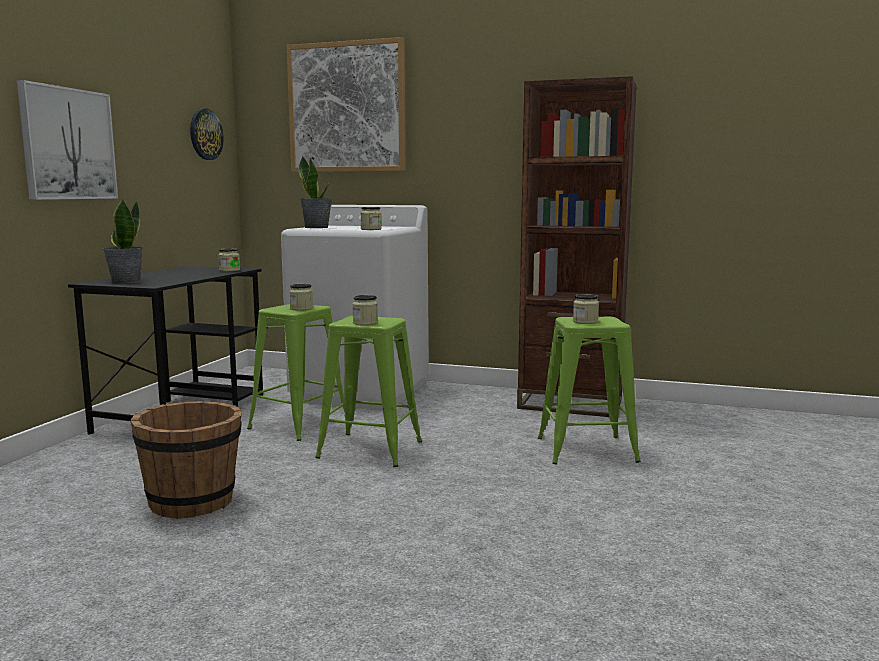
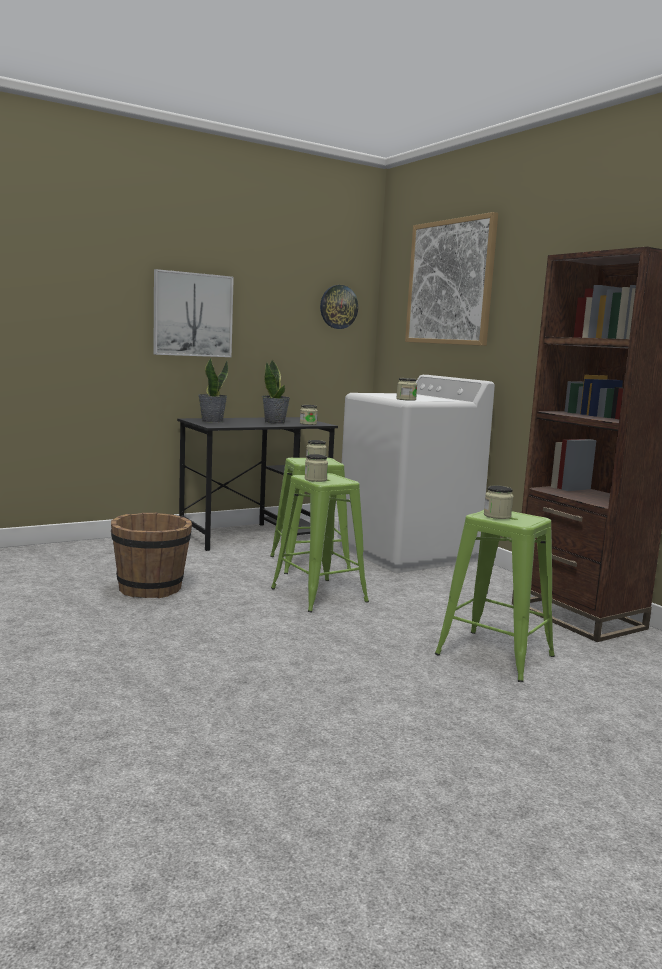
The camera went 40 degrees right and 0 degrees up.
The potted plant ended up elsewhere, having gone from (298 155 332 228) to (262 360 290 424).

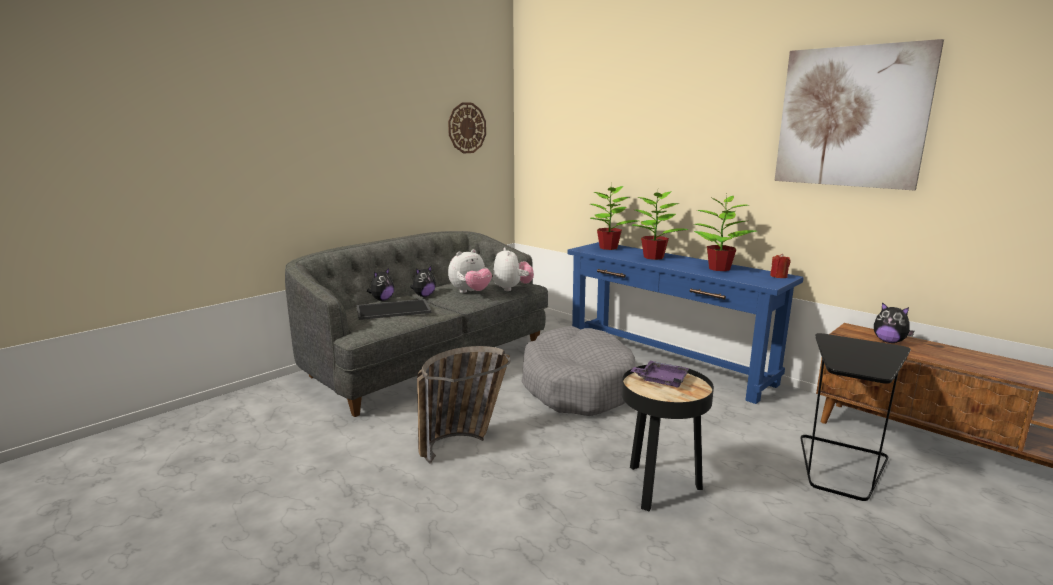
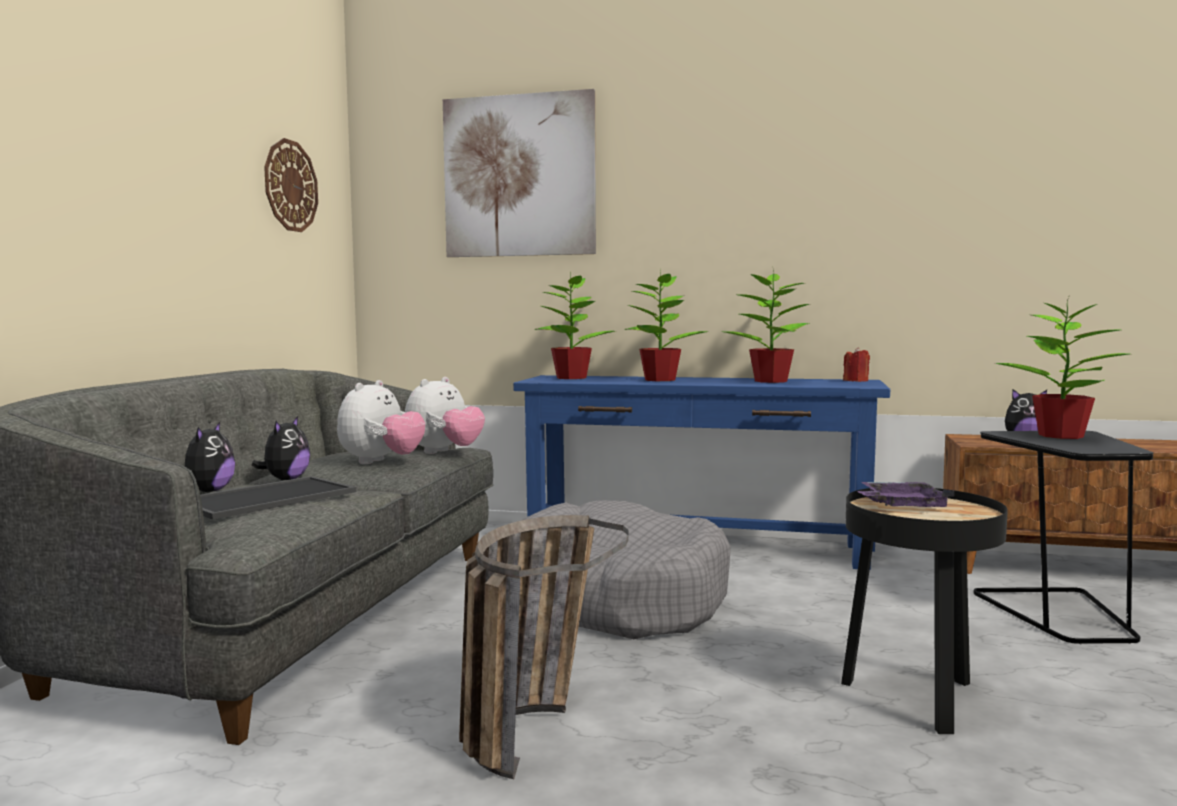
The camera went 30 degrees left and 10 degrees down.
The second view gained the potted plant at (995 295 1129 439).
The picture ended up elsewhere, having gone from (774 39 944 190) to (443 89 596 257).
The plush toy at (493 247 534 291) ended up facing another way, 75 degrees clockwise from before.

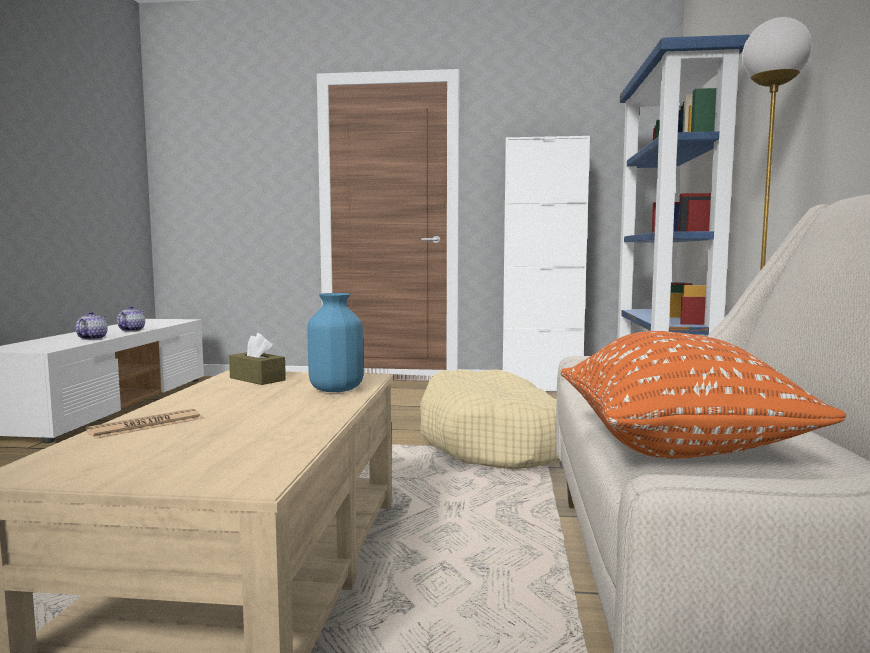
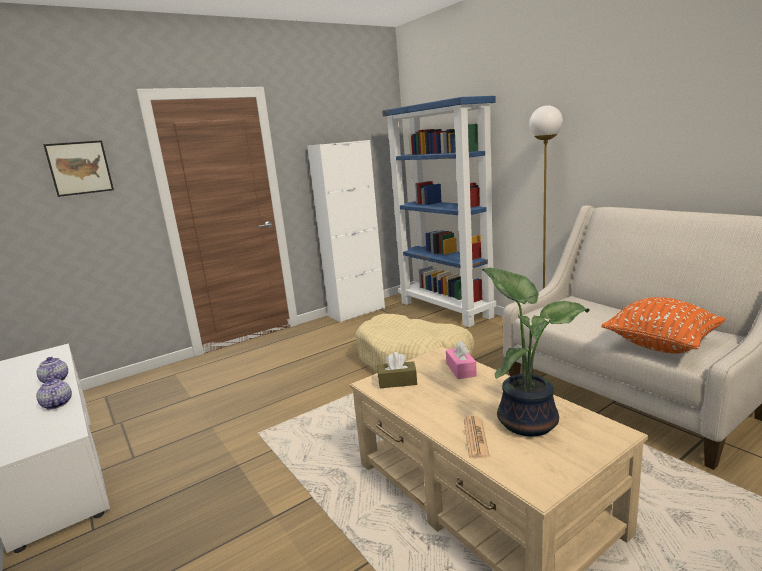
The camera went 40 degrees left and 10 degrees up.
The second view gained the picture at (43 140 114 197).
The second view gained the potted plant at (482 268 590 437).
Where the vase/blue stood at (308 293 363 392), the tissue box/pink came to stand at (446 341 477 379).

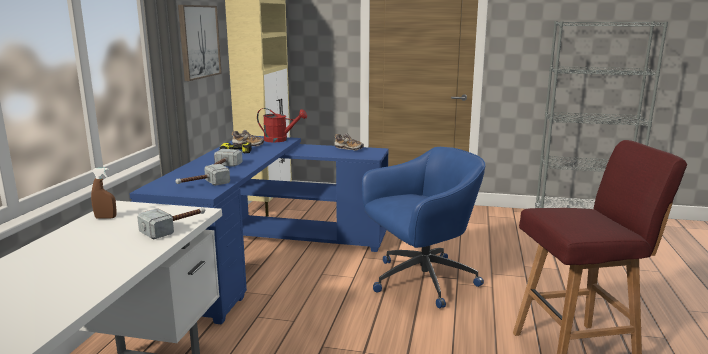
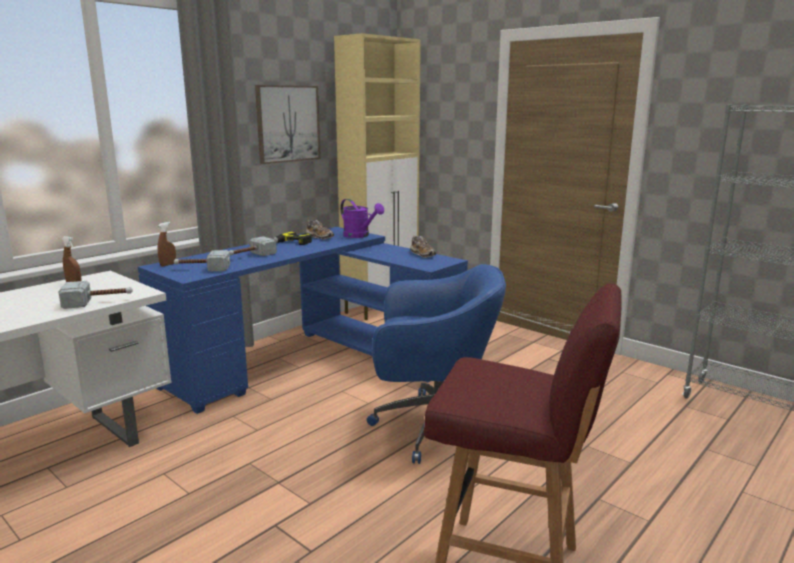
The camera went 30 degrees right and 0 degrees up.
The second view gained the spray bottle/brown at (158 222 176 266).
What was the watering can/red at (257 108 307 142) turned into the watering can/purple at (340 199 384 238).

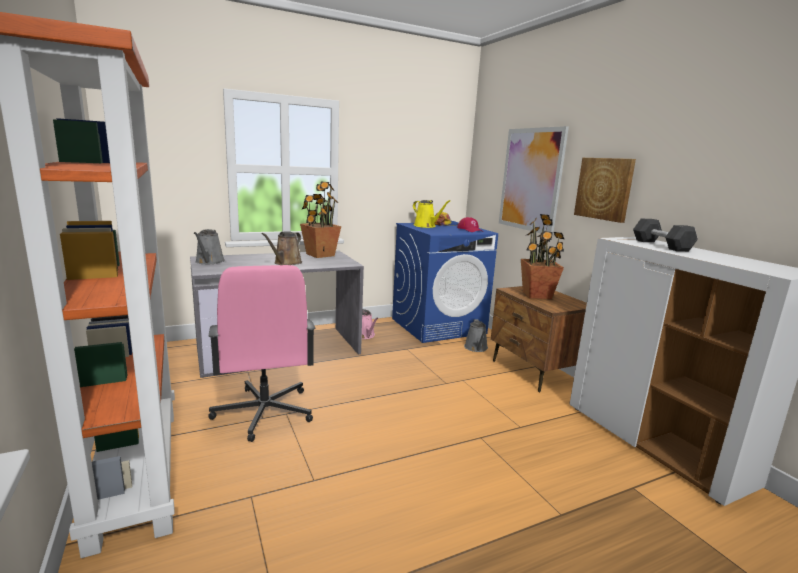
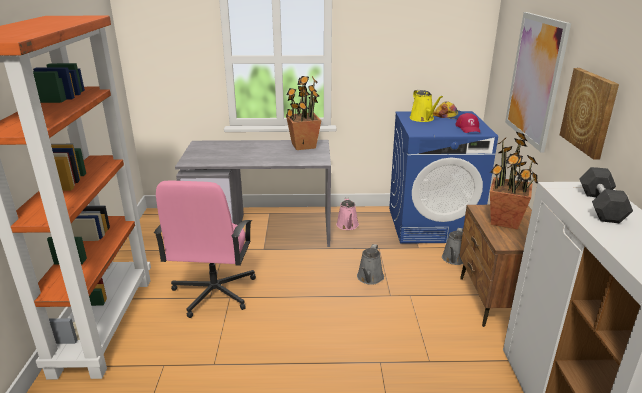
The camera went 25 degrees right and 10 degrees up.
The second view lost the watering can/brown at (262 231 302 265).
The watering can/grey ended up elsewhere, having gone from (194 229 225 264) to (357 244 384 285).

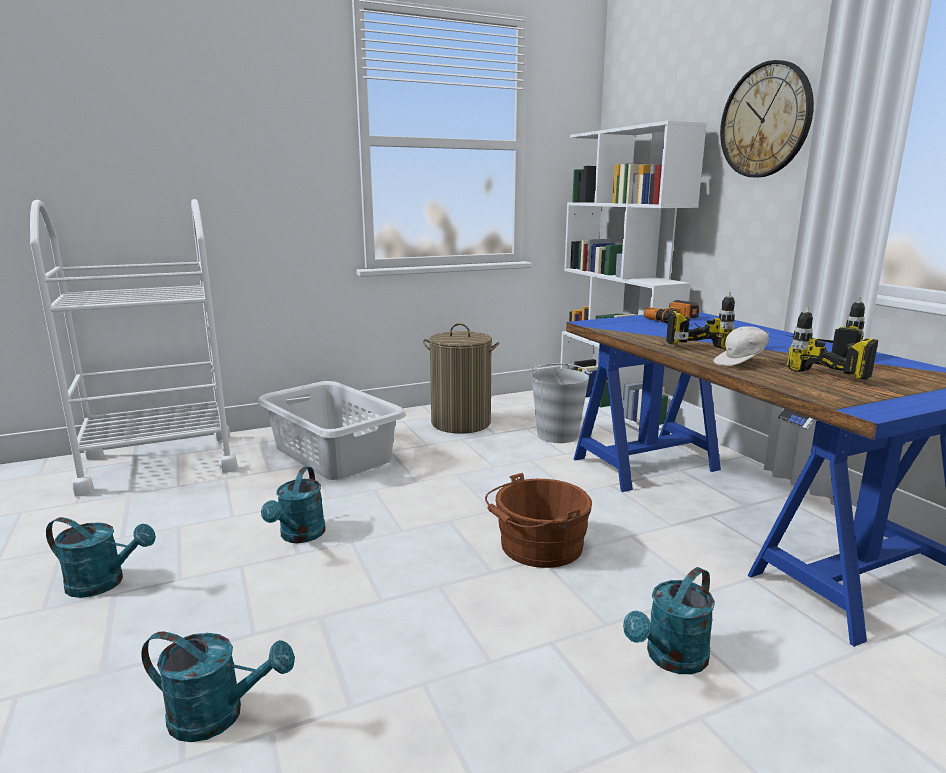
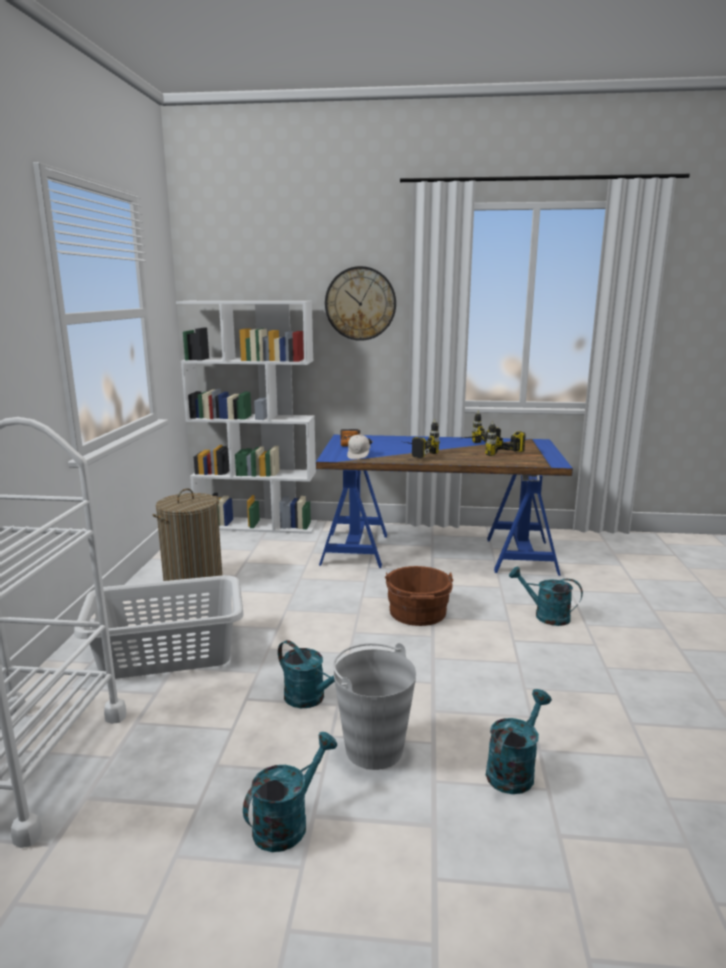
The camera went 60 degrees left and 0 degrees up.
The bucket/grey ended up elsewhere, having gone from (529 363 593 443) to (333 643 417 770).
The cap/white ended up elsewhere, having gone from (714 326 769 366) to (347 434 370 459).
The watering can/turquoise at (623 567 715 674) ended up facing another way, 135 degrees clockwise from before.

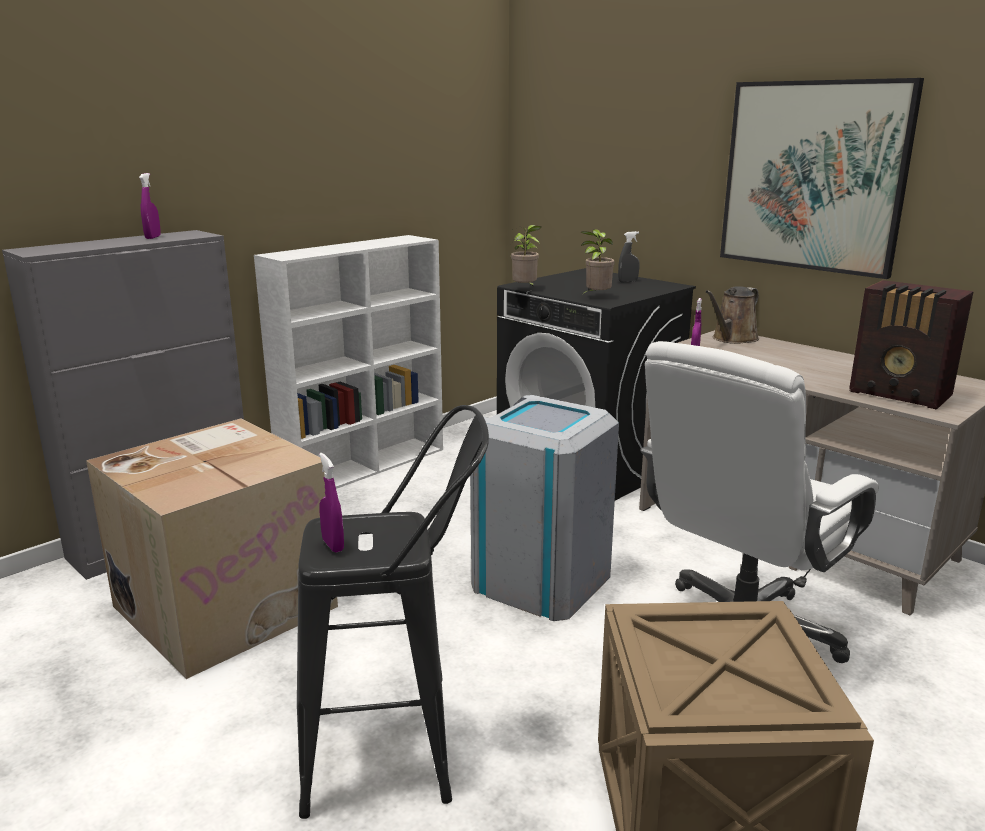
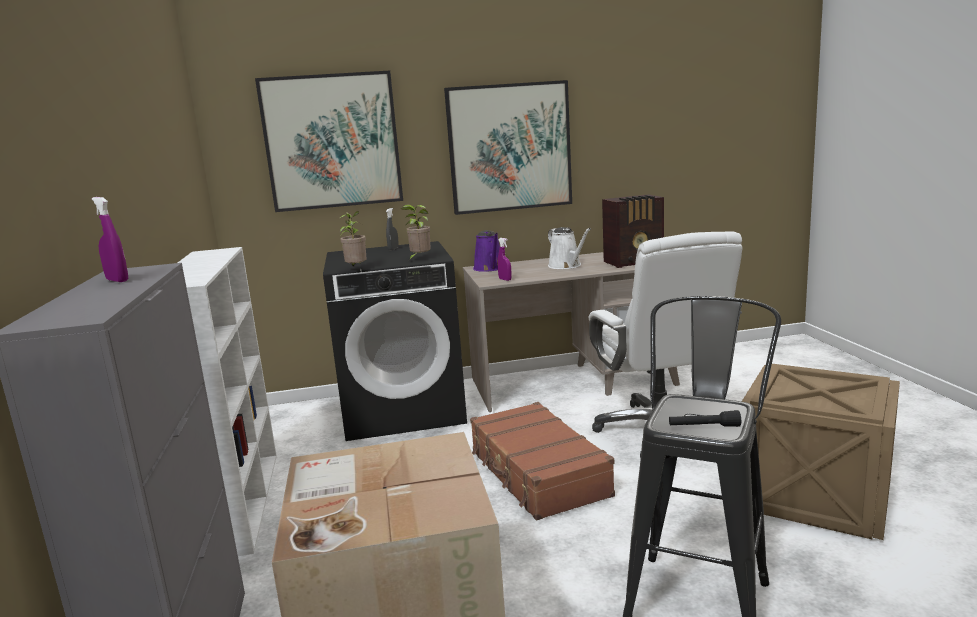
The camera went 55 degrees left and 5 degrees down.
The second view gained the picture at (255 70 403 212).
The second view gained the watering can/white at (548 227 591 269).
Where the spray bottle/purple stood at (319 453 344 553), the flashlight/black came to stand at (669 410 741 427).
Where the trash can/grey stood at (470 395 619 621), the suitcase/brown came to stand at (470 402 615 520).
What was the watering can/brown at (705 286 759 344) turned into the watering can/purple at (473 230 500 272).

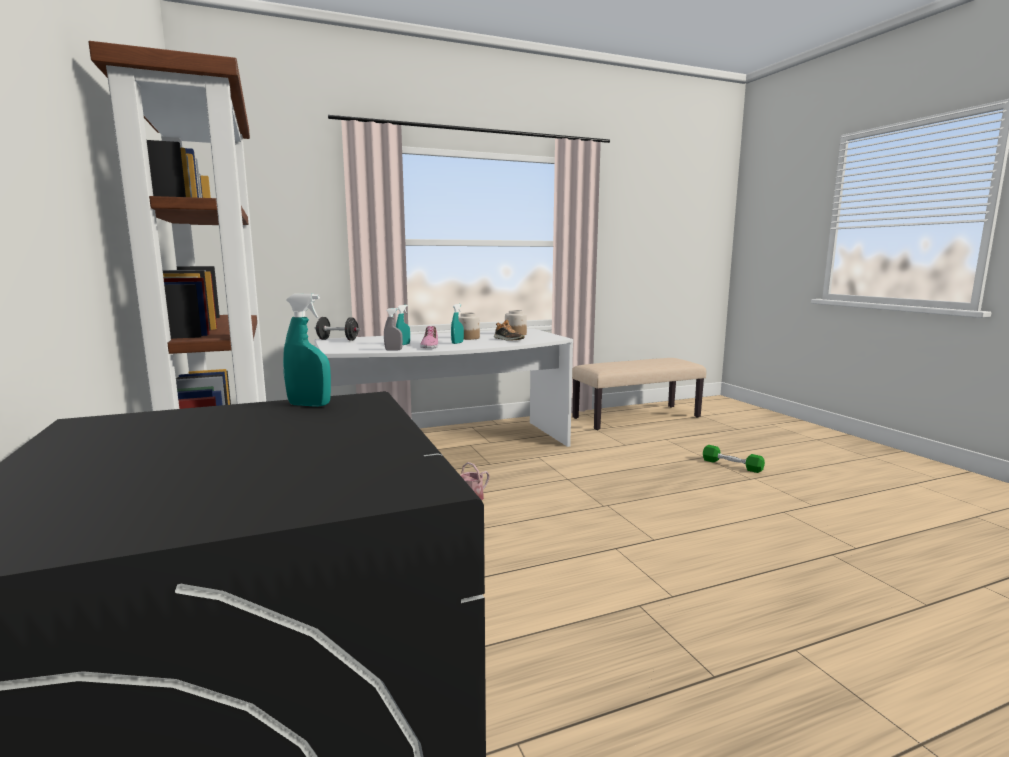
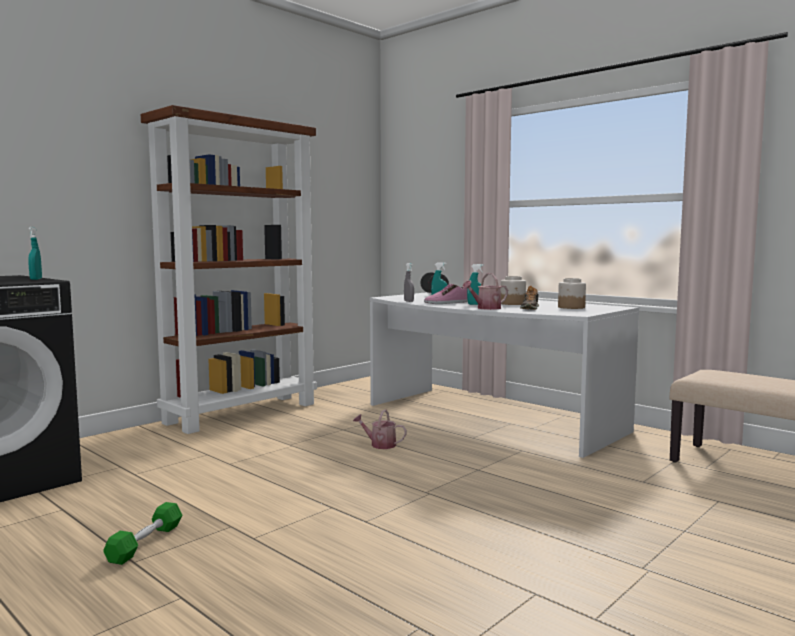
The camera went 65 degrees right and 5 degrees down.
The second view gained the watering can at (462 273 508 310).
The dumbbell/green ended up elsewhere, having gone from (703 445 765 473) to (103 502 182 565).

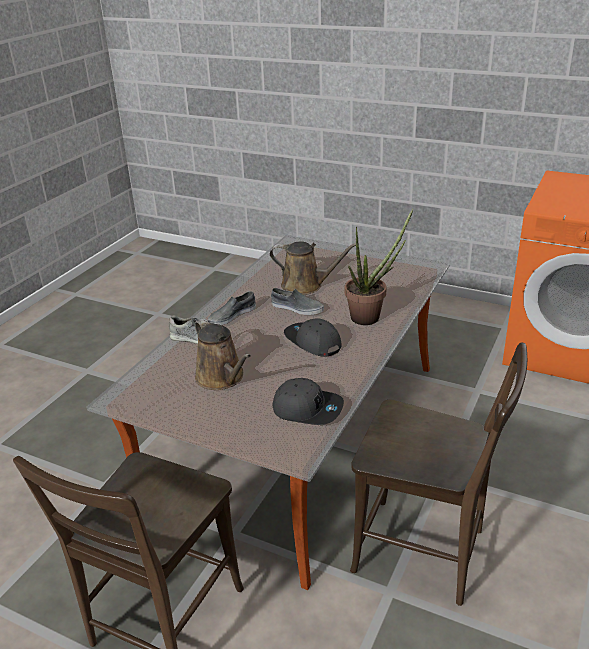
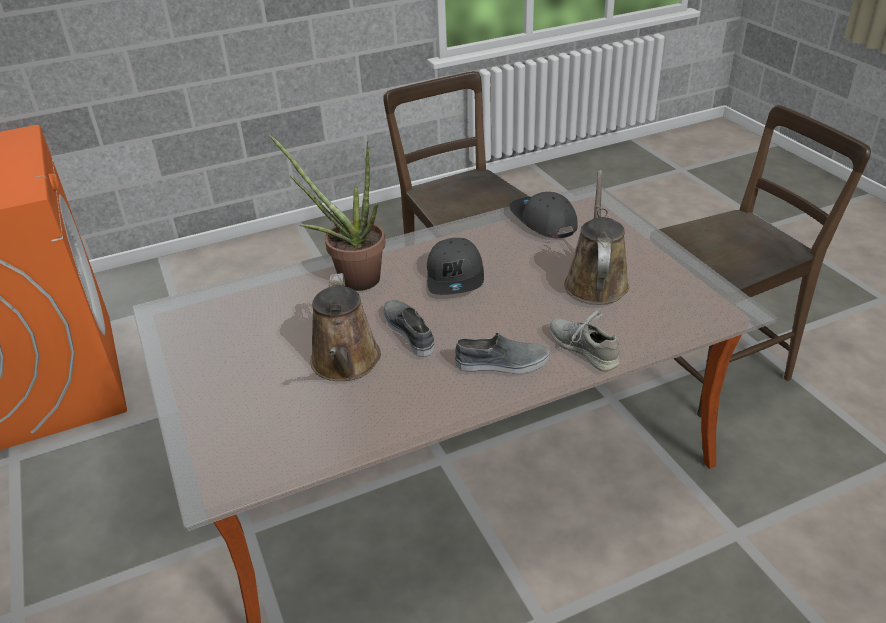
The camera went 140 degrees left and 5 degrees up.
The watering can/brown at (270 242 359 295) ended up facing another way, 150 degrees counterclockwise from before.

